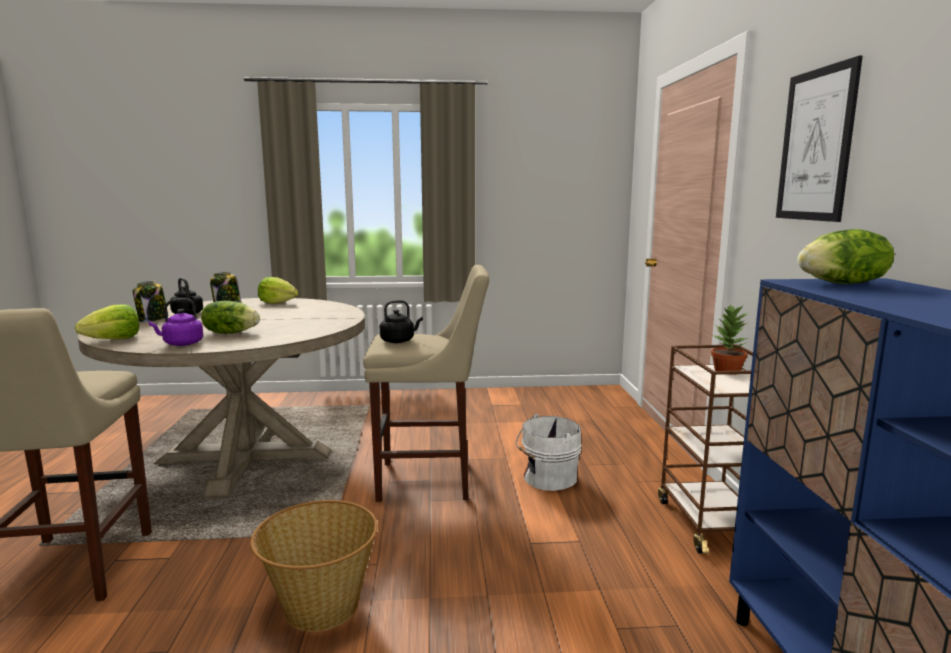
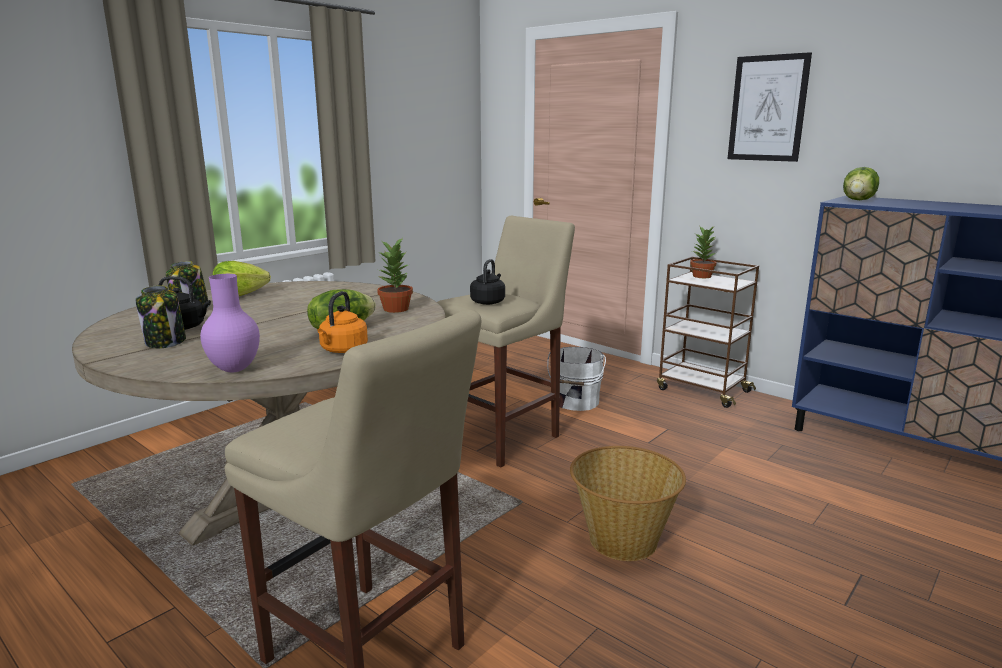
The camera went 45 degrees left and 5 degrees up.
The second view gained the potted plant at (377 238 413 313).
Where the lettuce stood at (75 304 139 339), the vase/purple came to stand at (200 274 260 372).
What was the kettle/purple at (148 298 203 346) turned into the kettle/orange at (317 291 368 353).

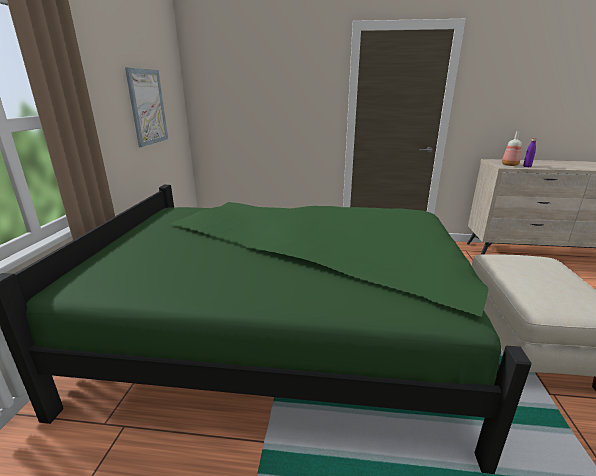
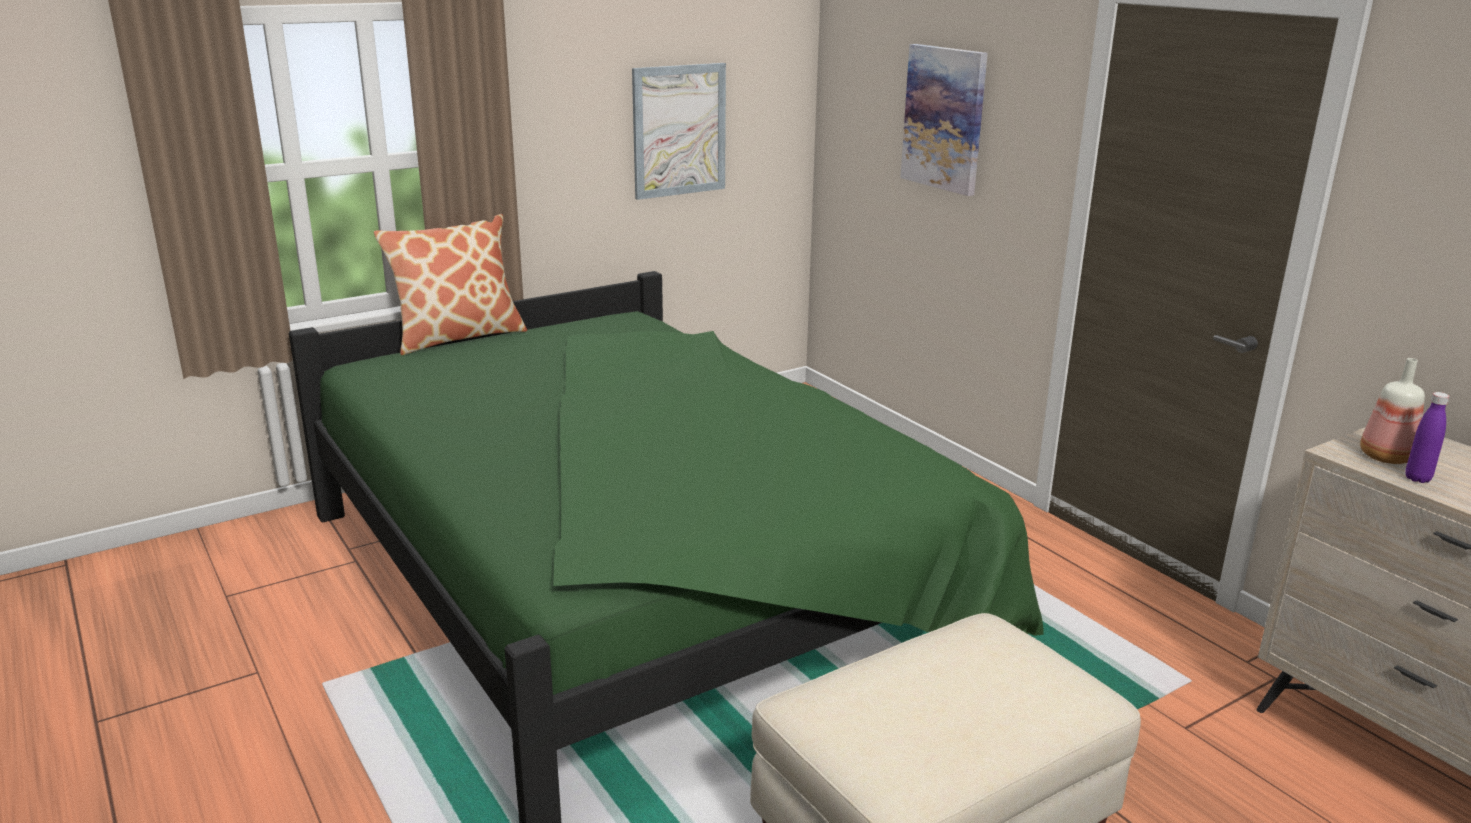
The camera went 50 degrees right and 0 degrees up.
The second view gained the pillow at (374 214 527 355).
The second view gained the picture at (900 44 988 196).

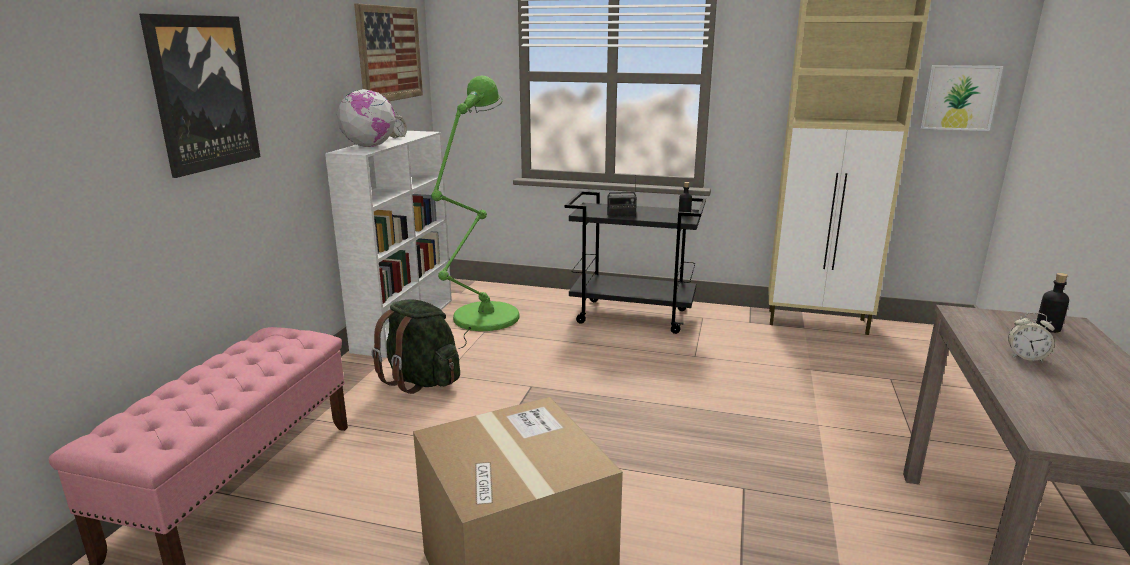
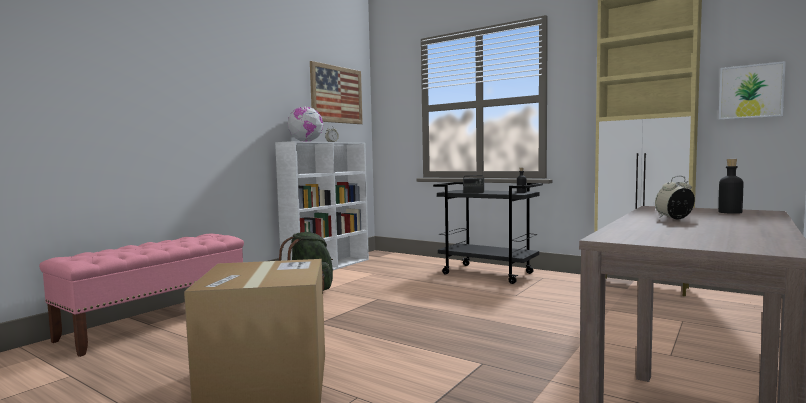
The camera went 20 degrees right and 15 degrees down.
The second view lost the picture at (139 14 260 178).
The second view lost the floor lamp/green at (431 75 520 349).
The alarm clock at (1008 312 1055 363) ended up facing another way, 120 degrees clockwise from before.

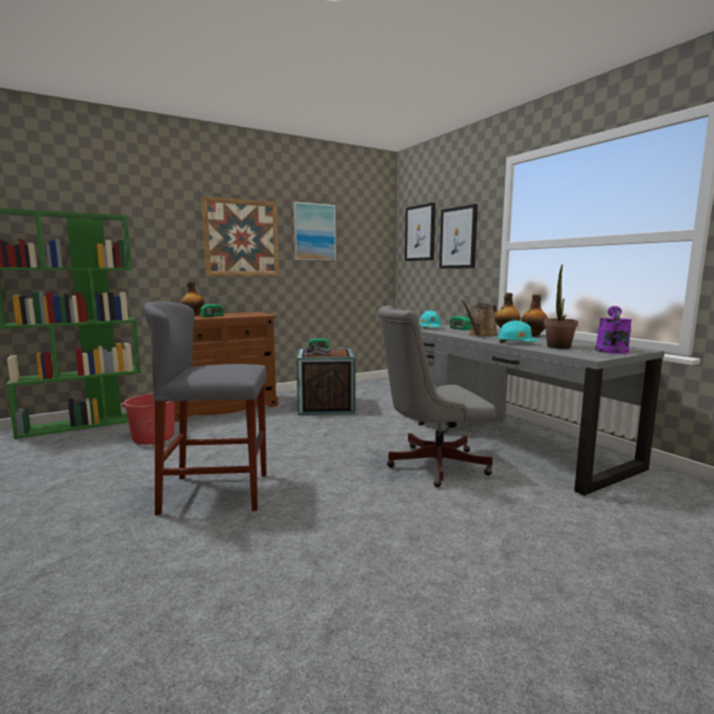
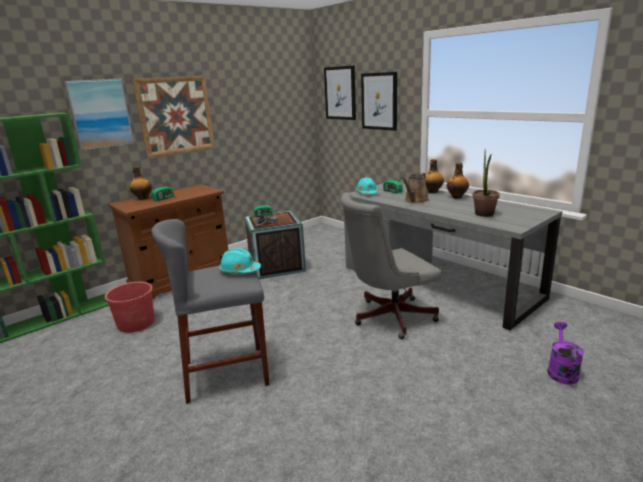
The camera went 10 degrees left and 10 degrees up.
The picture ended up elsewhere, having gone from (293 202 336 260) to (64 79 134 151).
The hard hat/turquoise ended up elsewhere, having gone from (496 320 539 343) to (219 248 261 273).
The watering can/purple ended up elsewhere, having gone from (595 306 632 354) to (547 321 584 385).

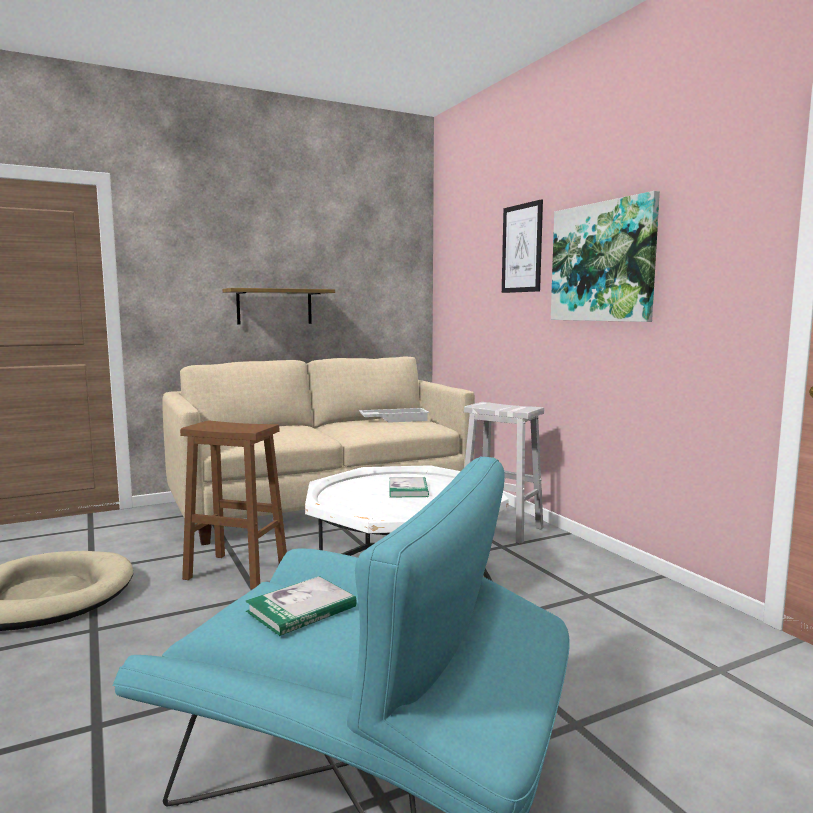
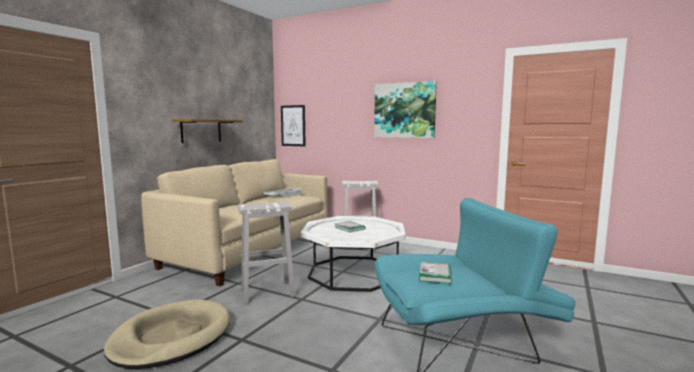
The camera went 35 degrees left and 0 degrees up.
The picture ended up elsewhere, having gone from (502 199 543 293) to (281 105 305 146).
What was the stool/brown at (180 420 287 589) turned into the stool/white at (238 201 295 304).

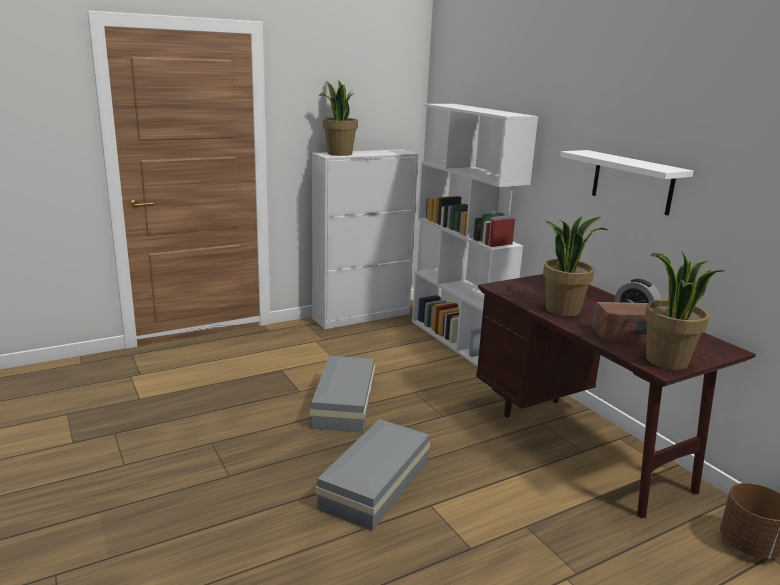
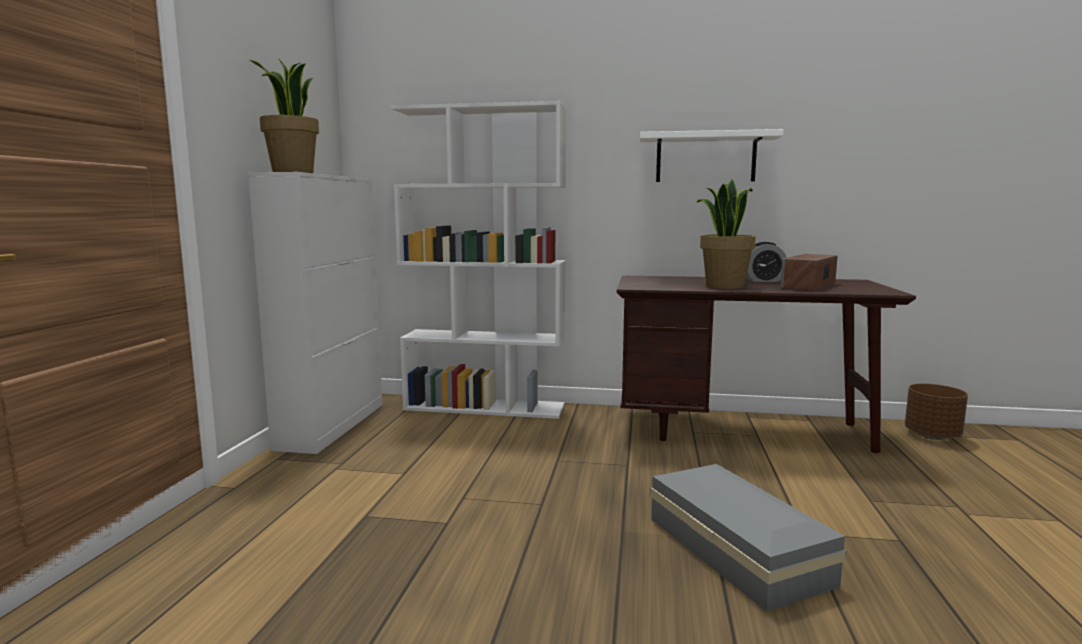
The camera went 50 degrees left and 10 degrees down.
The second view lost the storage box/grey at (310 356 375 433).
The second view lost the potted plant at (645 251 725 370).

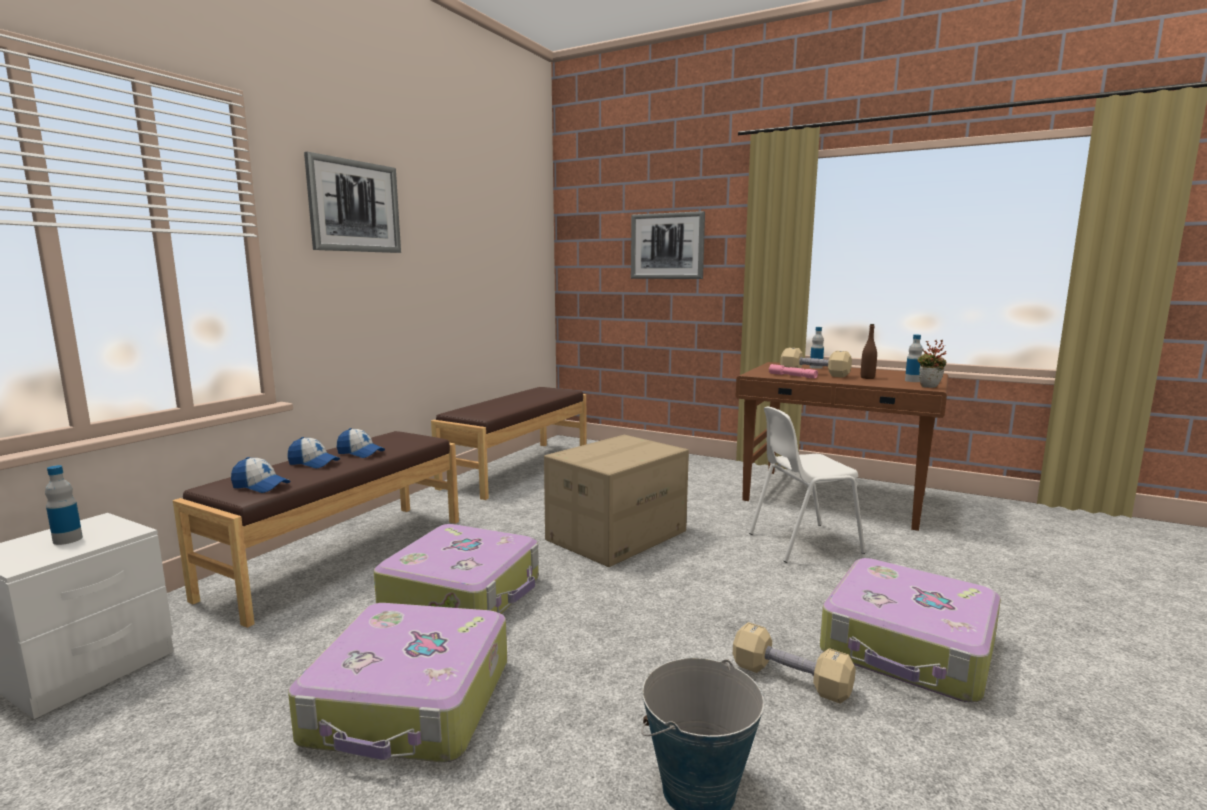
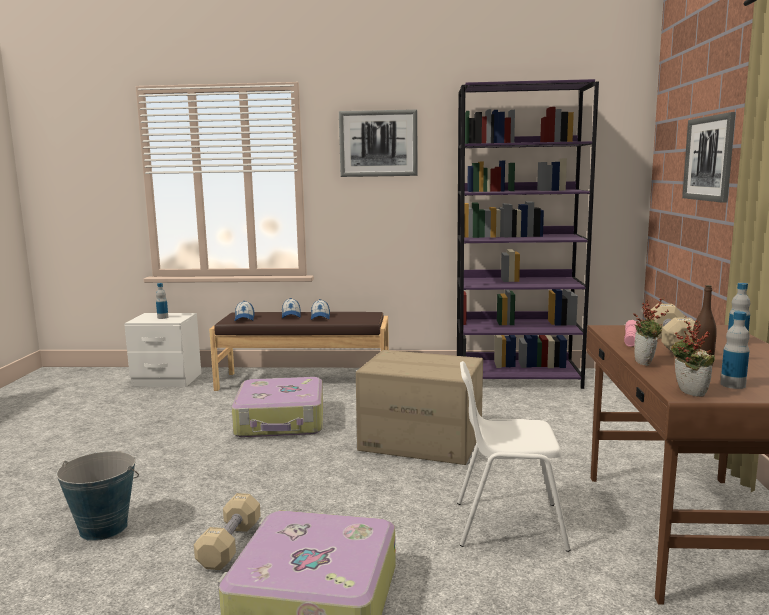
The camera went 65 degrees right and 0 degrees up.
The second view lost the suitcase at (288 603 507 762).
The second view gained the potted plant at (633 297 669 366).
Where the bench/brown stood at (431 387 587 500), the bookcase/purple came to stand at (457 79 599 389).
The chair/white at (749 406 866 563) ended up facing another way, 45 degrees counterclockwise from before.

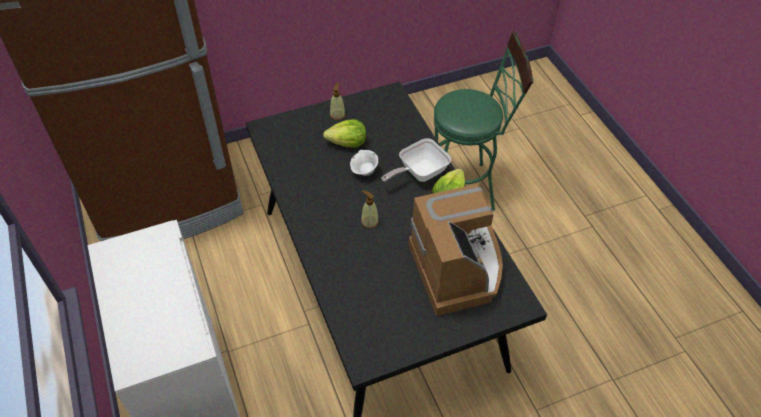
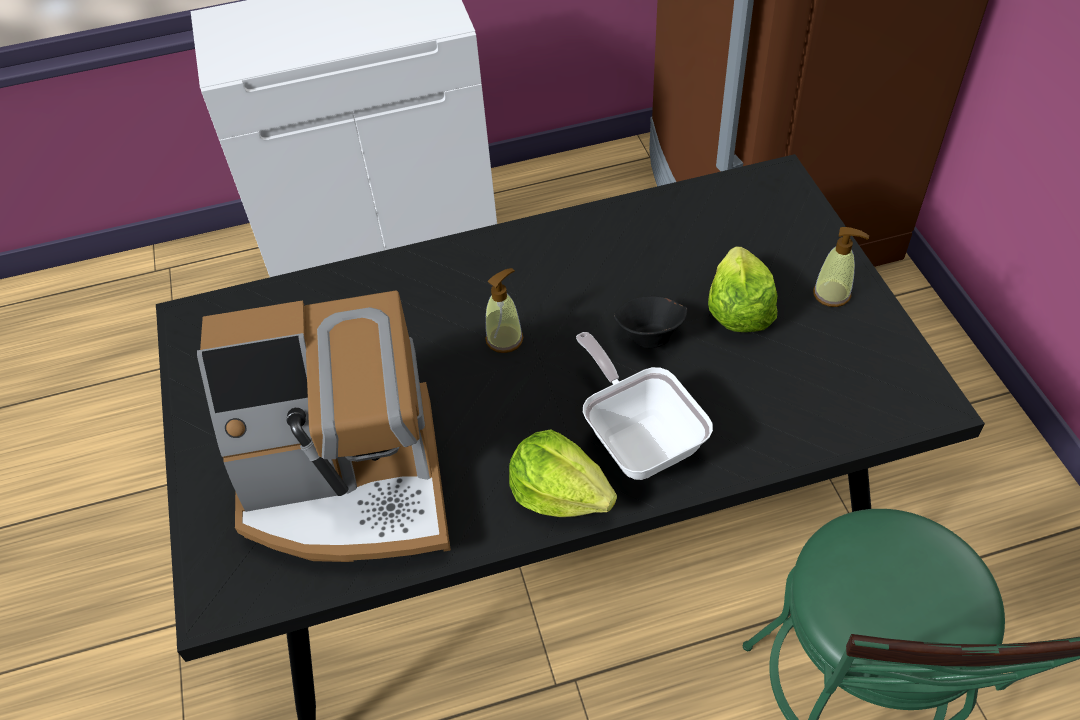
The camera went 100 degrees right and 0 degrees up.
What was the bowl/white at (350 150 378 176) turned into the bowl/black at (613 296 687 348).

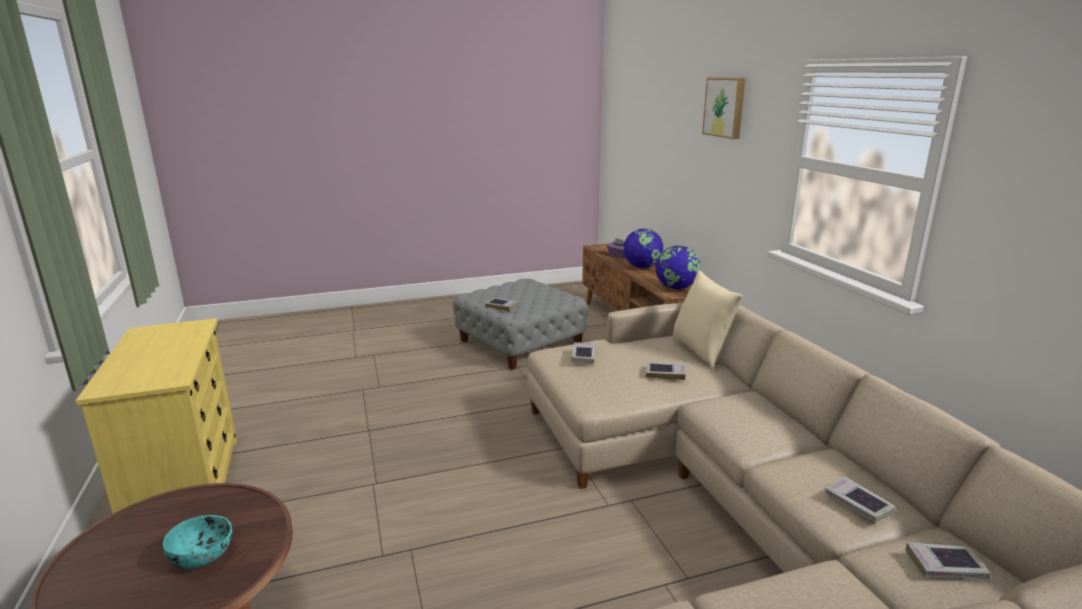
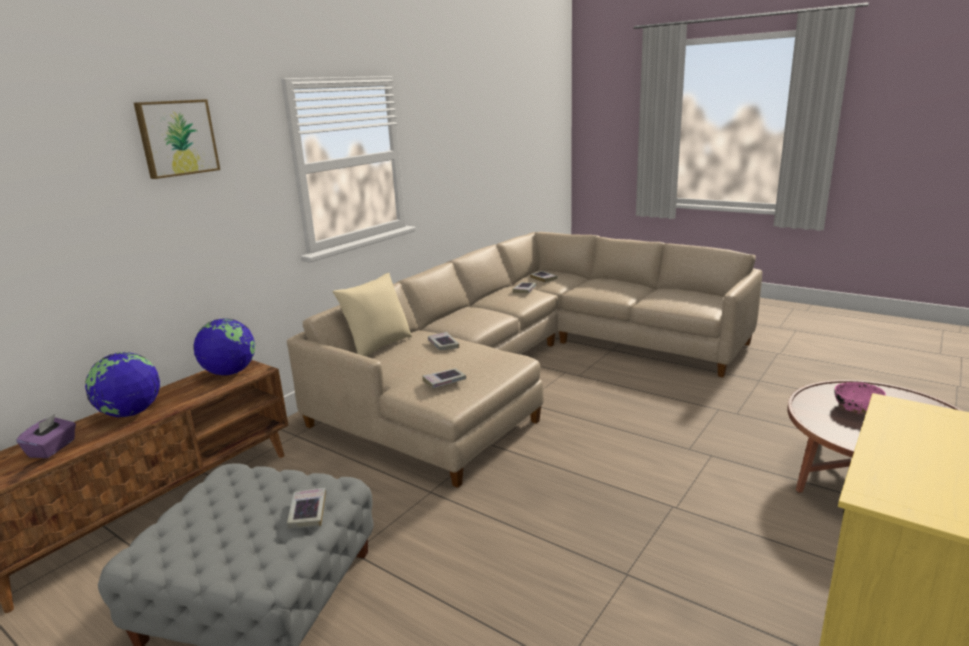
The camera went 125 degrees left and 0 degrees up.
What was the bowl/turquoise at (163 515 232 568) turned into the bowl/pink at (835 382 886 414).

